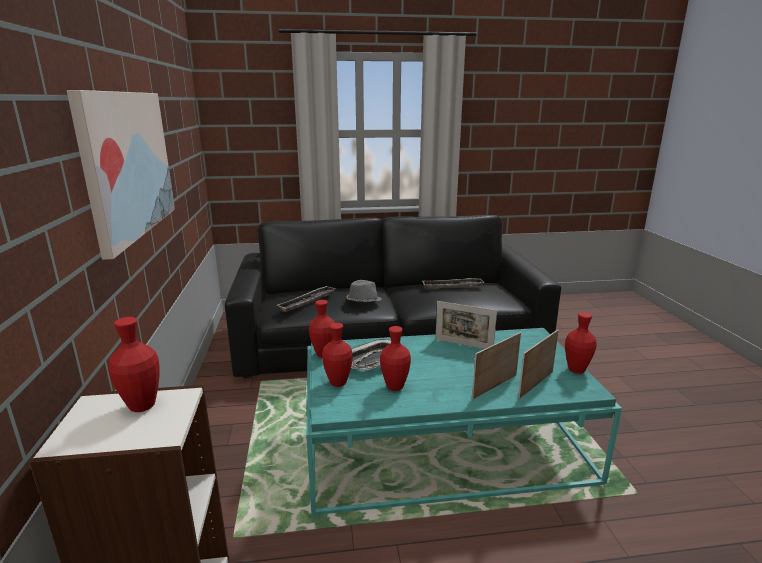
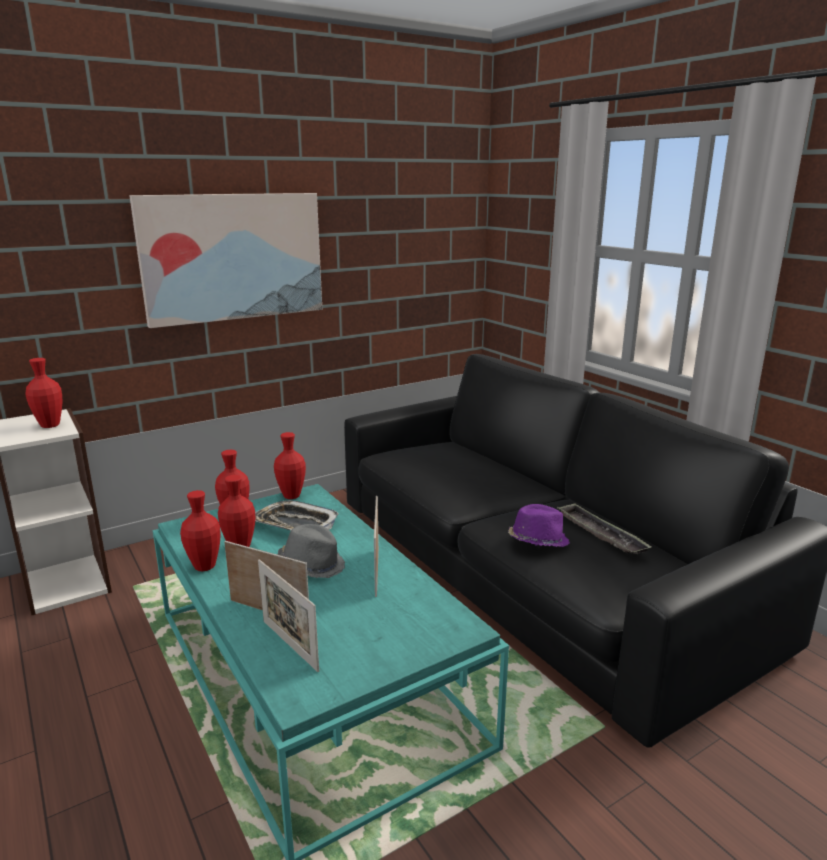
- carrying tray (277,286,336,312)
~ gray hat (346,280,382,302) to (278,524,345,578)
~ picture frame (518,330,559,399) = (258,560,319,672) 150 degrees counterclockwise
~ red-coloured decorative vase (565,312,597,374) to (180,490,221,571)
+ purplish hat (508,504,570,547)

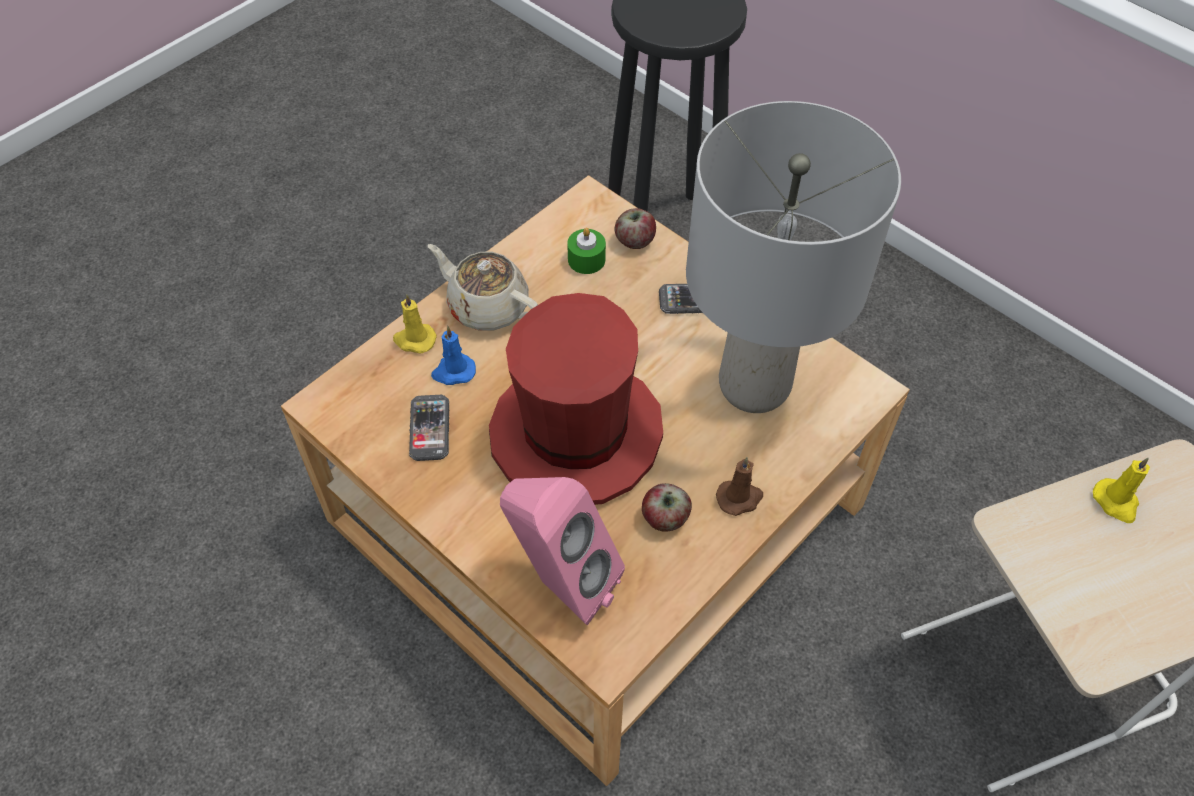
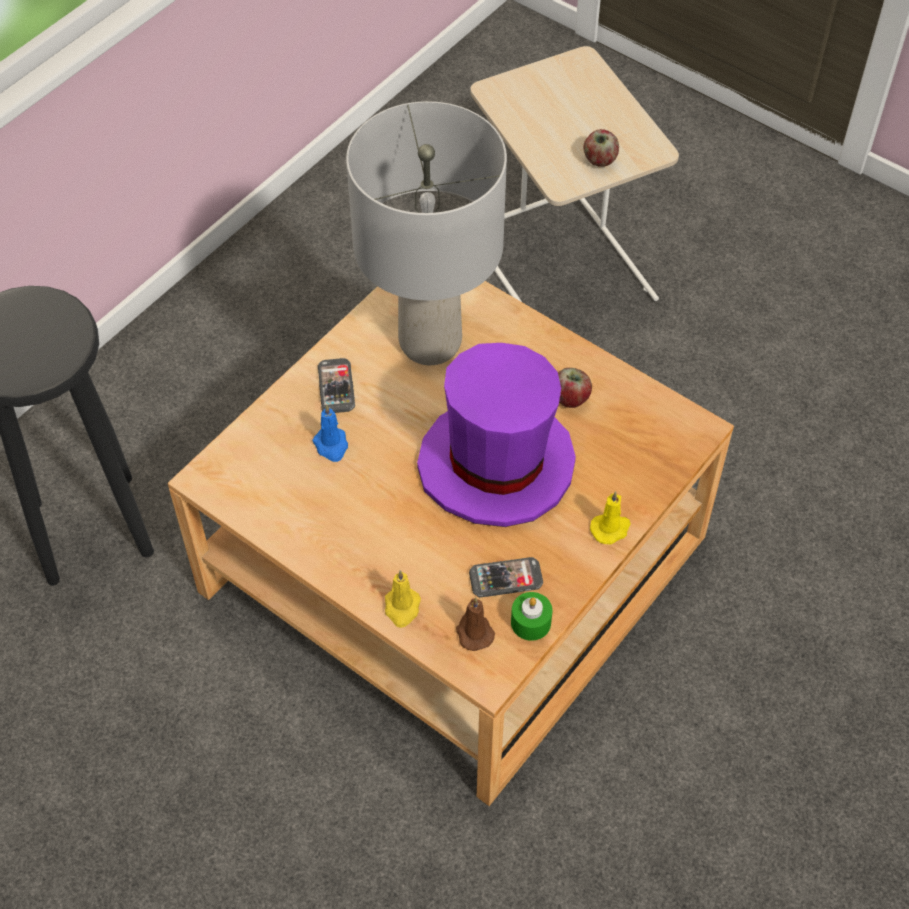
- sand-coloured tea pot (428,244,538,331)
~ bluish candle (431,326,476,385) to (313,405,348,462)
~ red-coloured hat (489,293,663,505) to purplish hat (417,343,576,527)
- pinkish audio speaker (500,477,625,625)
~ green candle (567,228,606,274) to (511,592,552,641)
~ apple (615,208,656,249) to (584,129,619,167)
~ brown-coloured candle (716,457,763,516) to (456,598,495,651)
~ yellow-coloured candle (1093,457,1150,523) to (590,491,631,545)

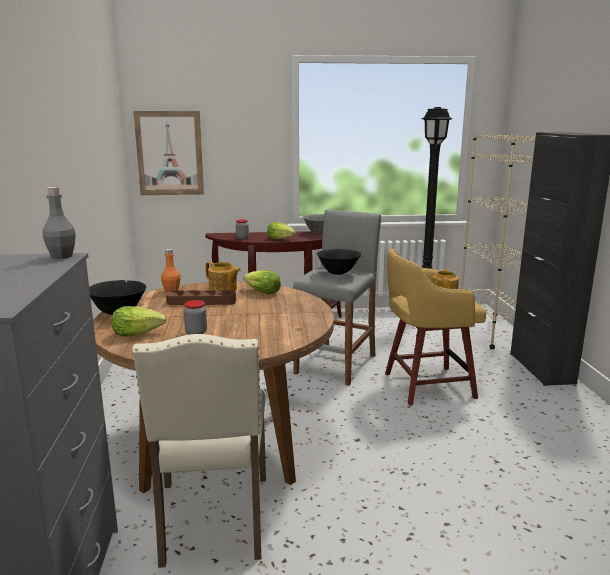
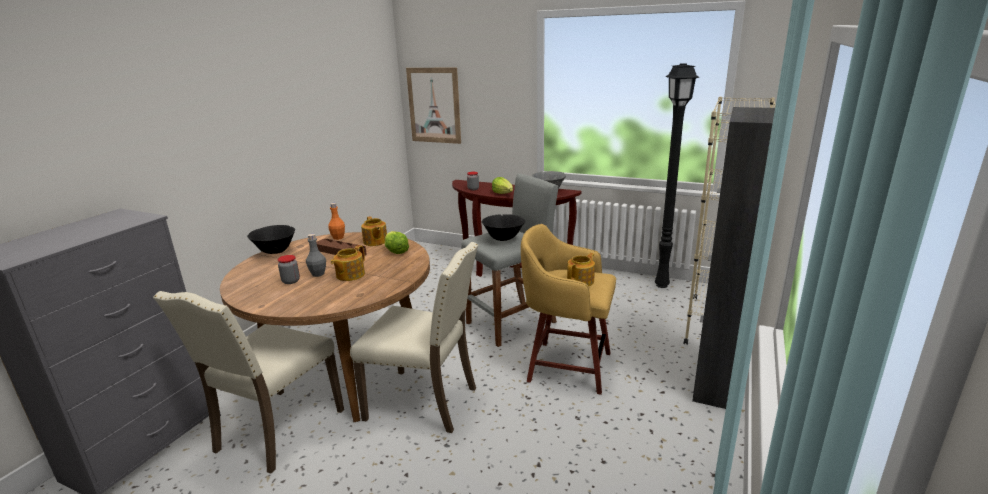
~ gray bottle (42,187,76,259) to (306,234,326,277)
- lettuce head (112,306,167,337)
+ tea pot (330,245,365,281)
+ sand-coloured upright chair (350,242,478,433)

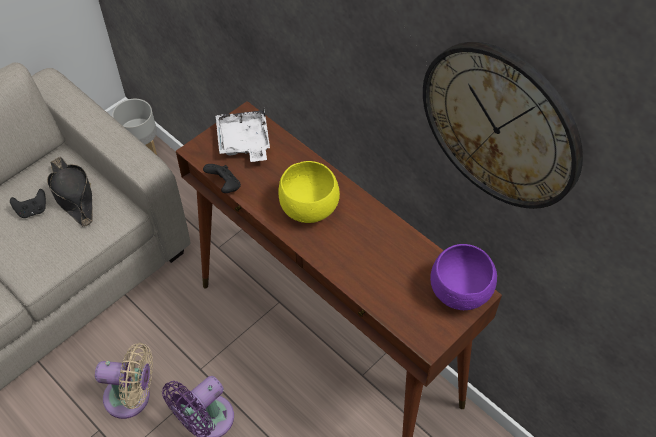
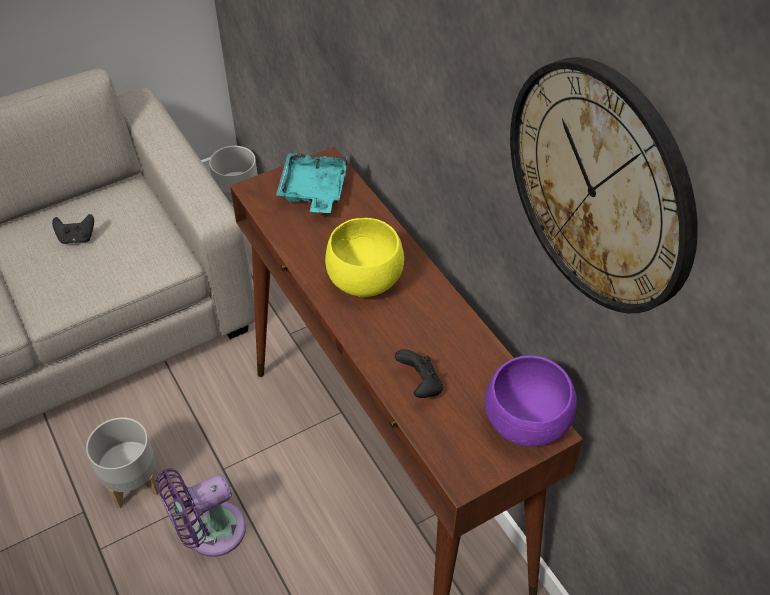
- black-coloured hat (47,157,93,227)
~ sand-coloured fan (95,343,153,419) to gray planter (86,417,159,509)
~ black-coloured gamepad (203,164,241,193) to (395,349,443,398)
~ whitish carrying tray (216,109,270,162) to turquoise carrying tray (276,153,348,213)

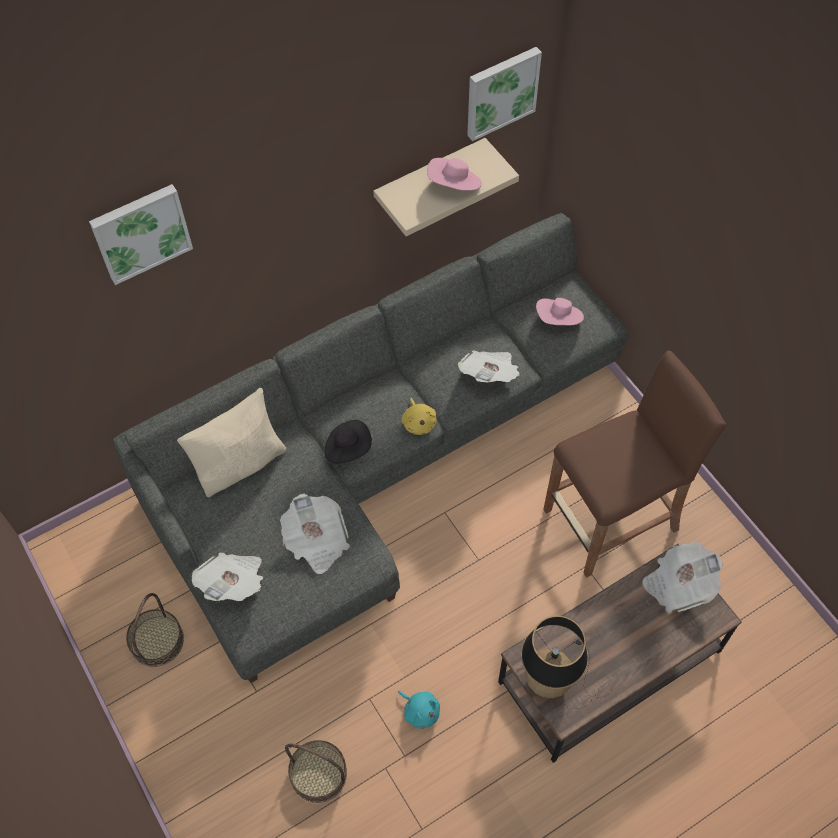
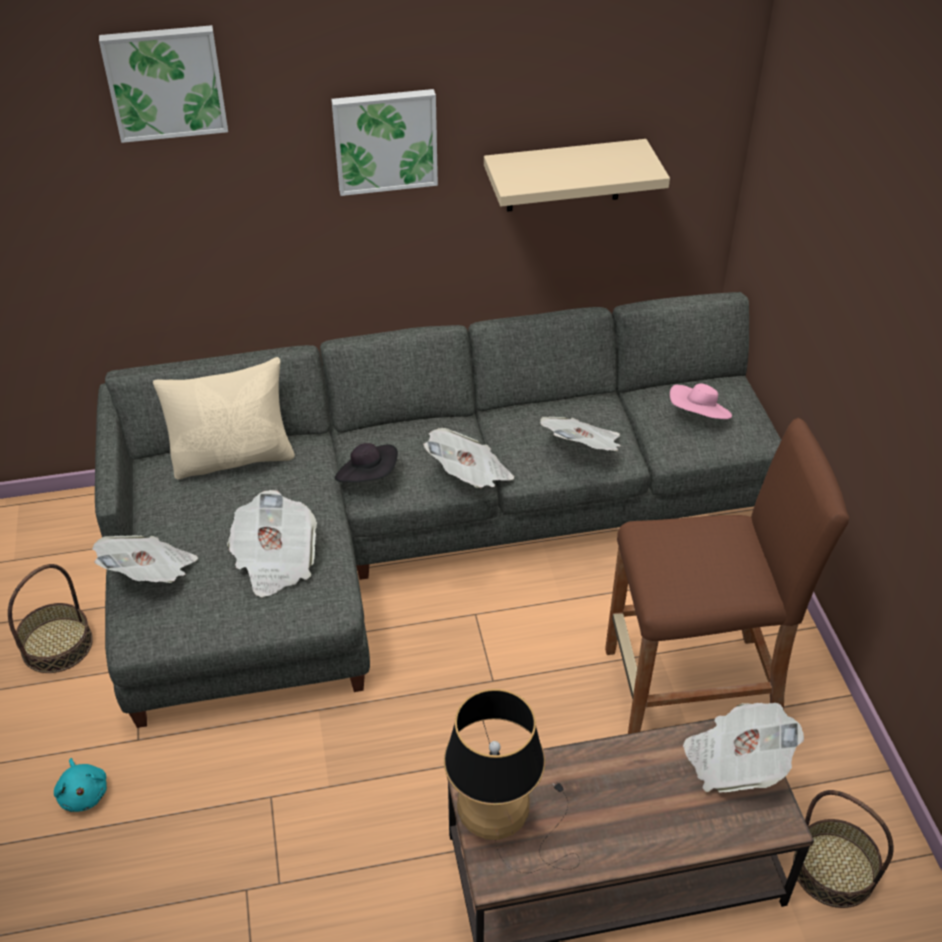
~ household basket (285,740,347,803) to (793,790,894,908)
~ turquoise cuddly toy (398,691,440,729) to (54,758,107,812)
~ yellow-coloured cuddly toy (401,398,437,435) to newspaper (423,428,514,488)
- pinkish hat (427,158,482,191)
~ picture (467,47,542,141) to (331,89,438,196)

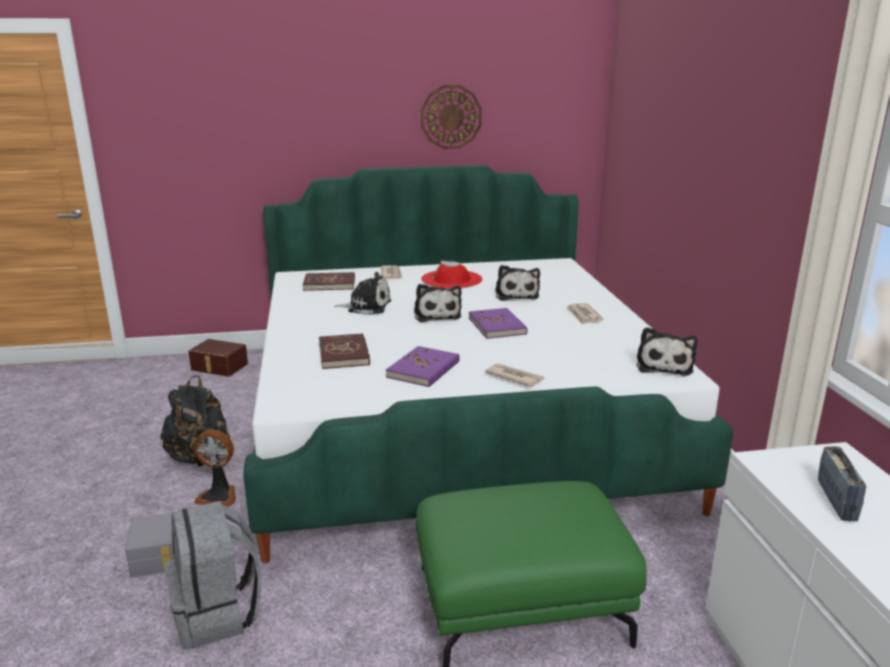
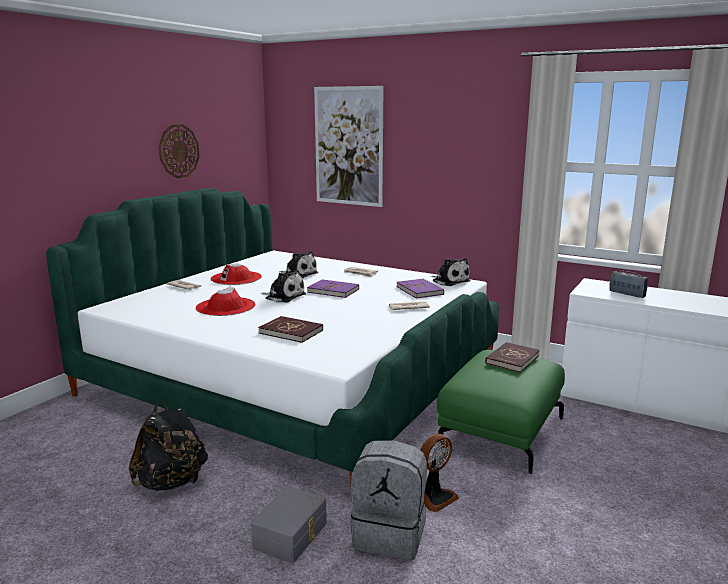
- brown-coloured storage bin (188,339,248,377)
~ fan (194,430,236,507) to (420,434,459,512)
~ red-coloured bound book (303,272,355,291) to (485,342,540,373)
~ cuddly toy (334,272,391,315) to red-coloured hat (196,287,255,316)
~ purplish bound book (386,346,460,387) to (396,279,444,299)
+ picture (314,86,383,207)

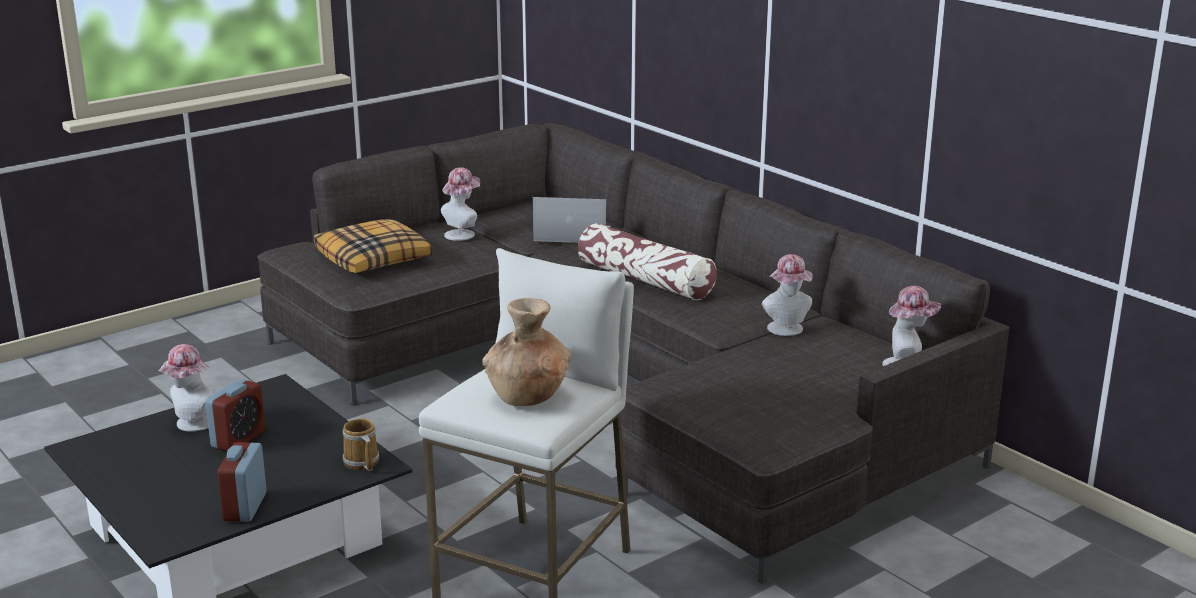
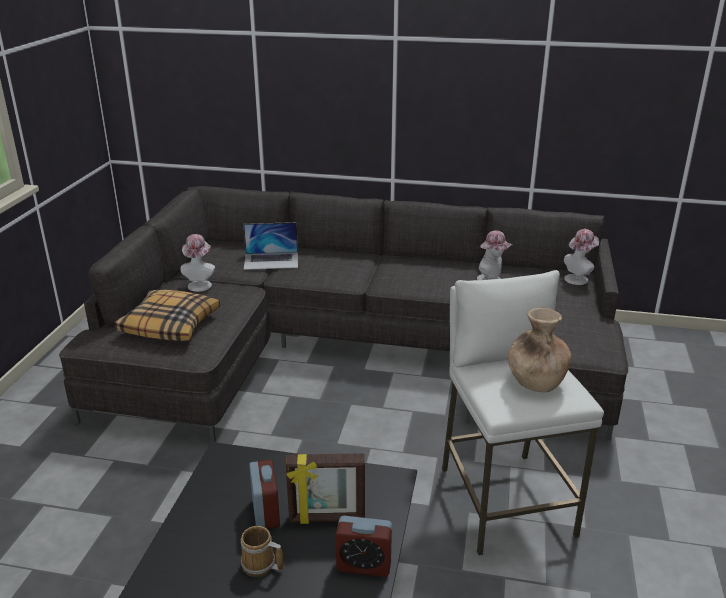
- hat (158,344,213,432)
~ table clock (218,442,267,522) = (335,516,393,577) 45 degrees counterclockwise
~ mug (343,419,379,471) to (241,526,283,577)
~ portable computer (532,197,610,243) = (243,222,298,270) 150 degrees counterclockwise
- throw pillow (578,223,717,300)
+ picture frame (286,453,365,524)

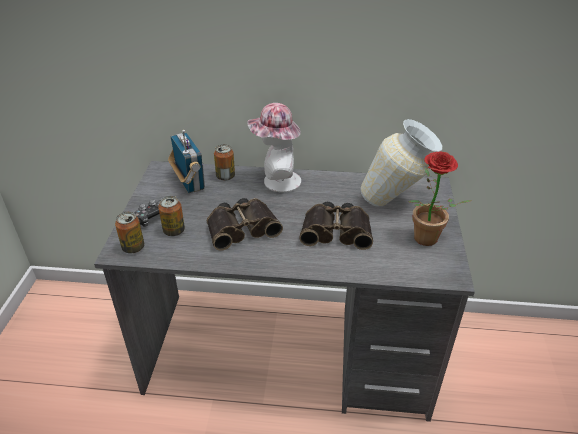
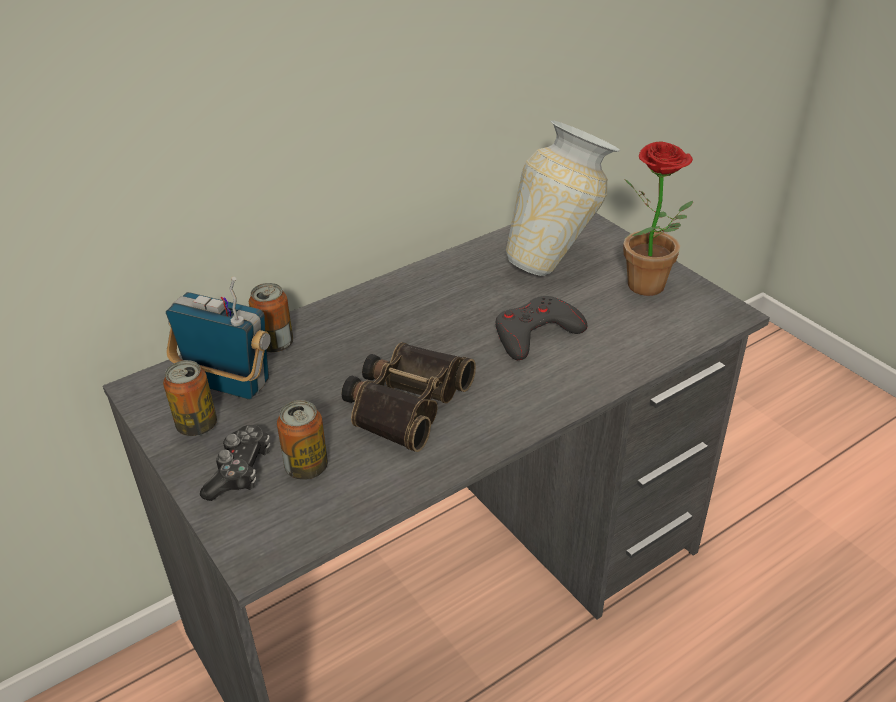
~ metal can (115,212,144,253) to (163,360,217,436)
- hat (247,103,301,193)
~ binoculars (300,202,373,250) to gray gamepad (495,296,587,360)

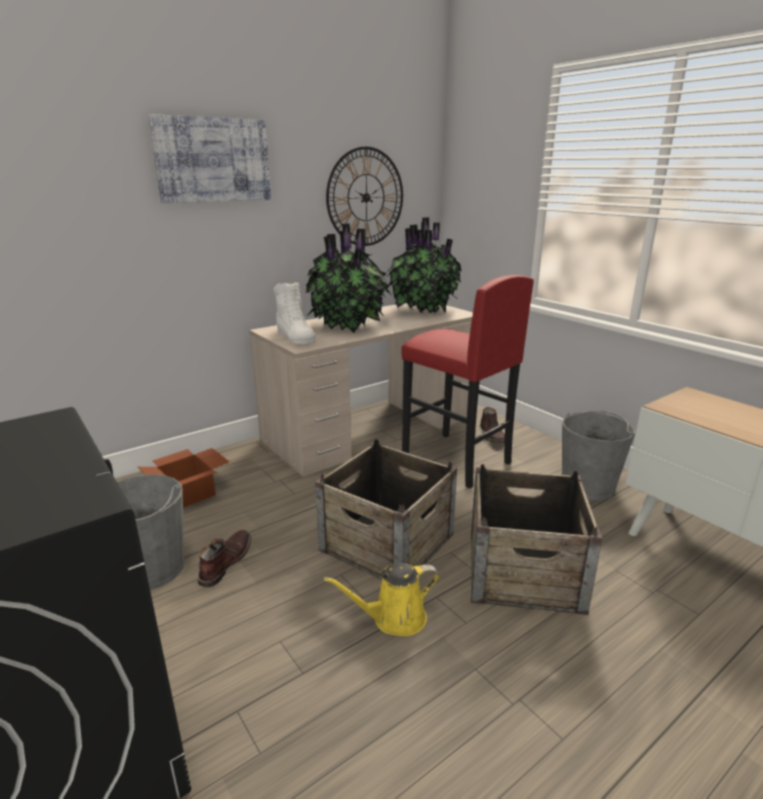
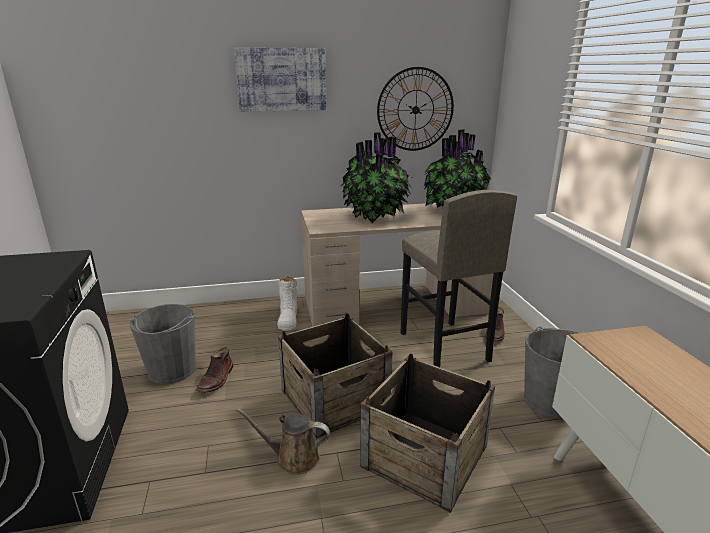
- carton (138,448,229,508)
~ brown-coloured boot (198,530,251,588) = (196,347,233,393) 150 degrees clockwise
~ whitish boot (274,282,316,345) to (277,276,298,331)
~ yellow-coloured sprinkling can (324,563,440,636) to brown-coloured sprinkling can (235,408,330,475)
~ red-coloured stool (401,275,534,489) to gray stool (400,190,517,367)

